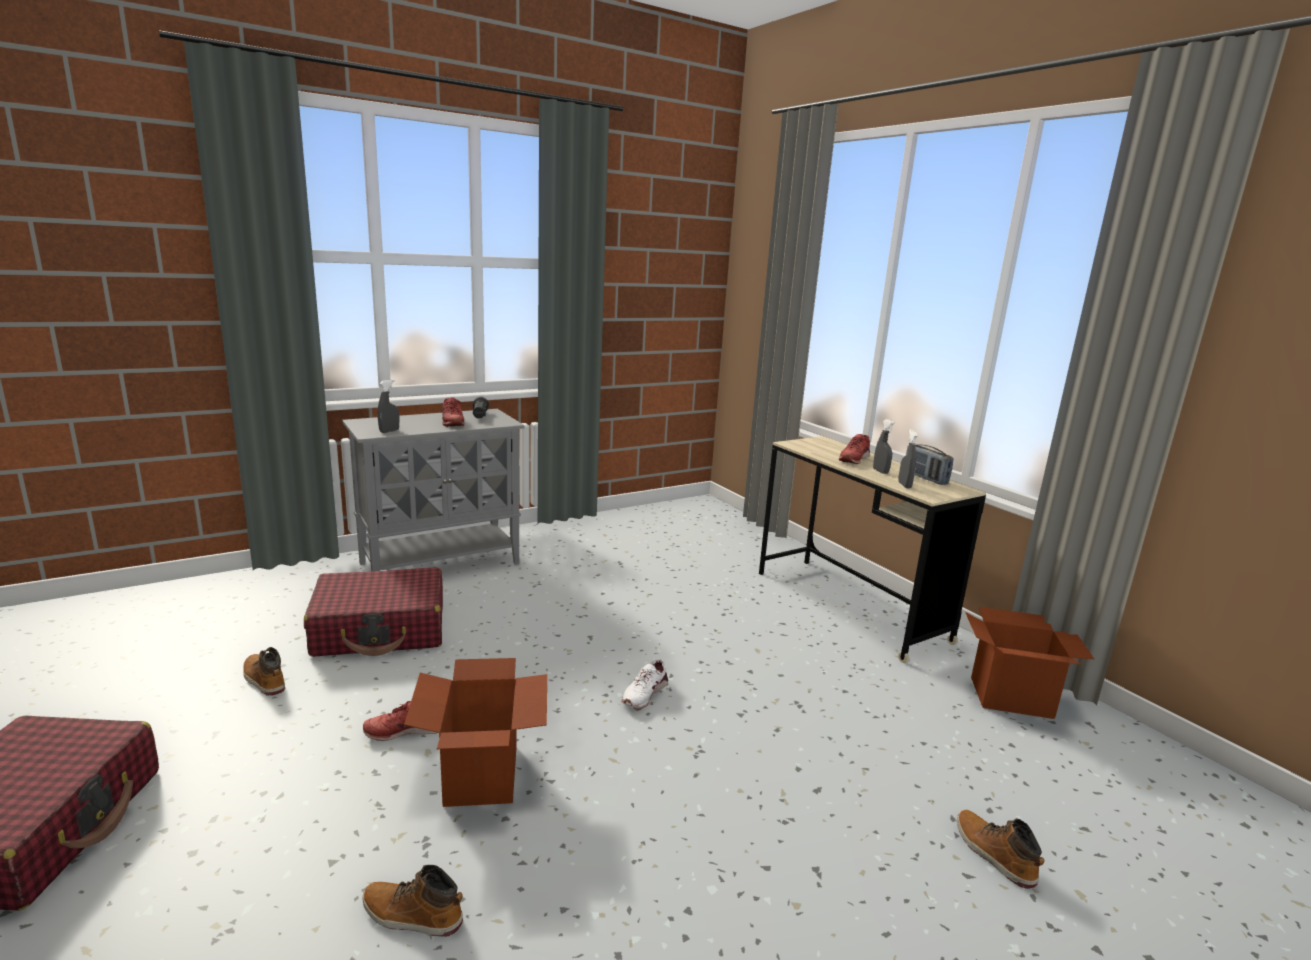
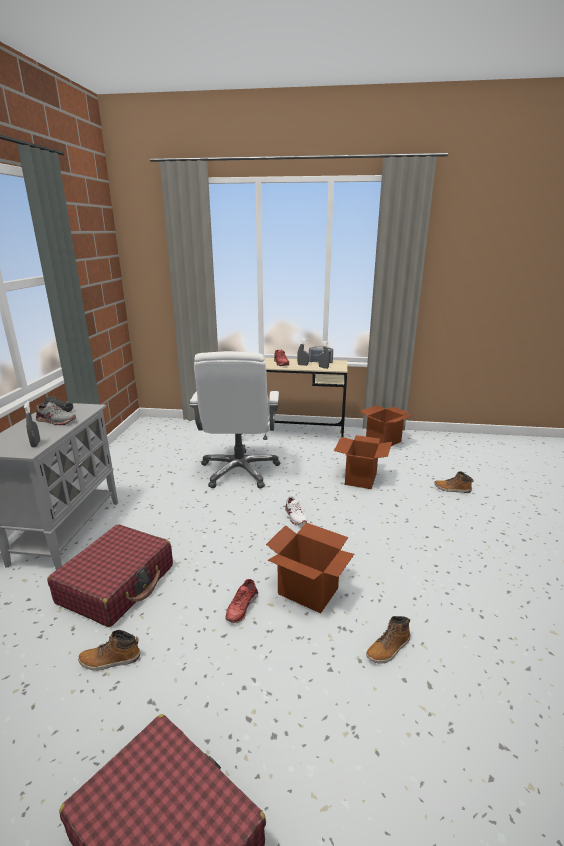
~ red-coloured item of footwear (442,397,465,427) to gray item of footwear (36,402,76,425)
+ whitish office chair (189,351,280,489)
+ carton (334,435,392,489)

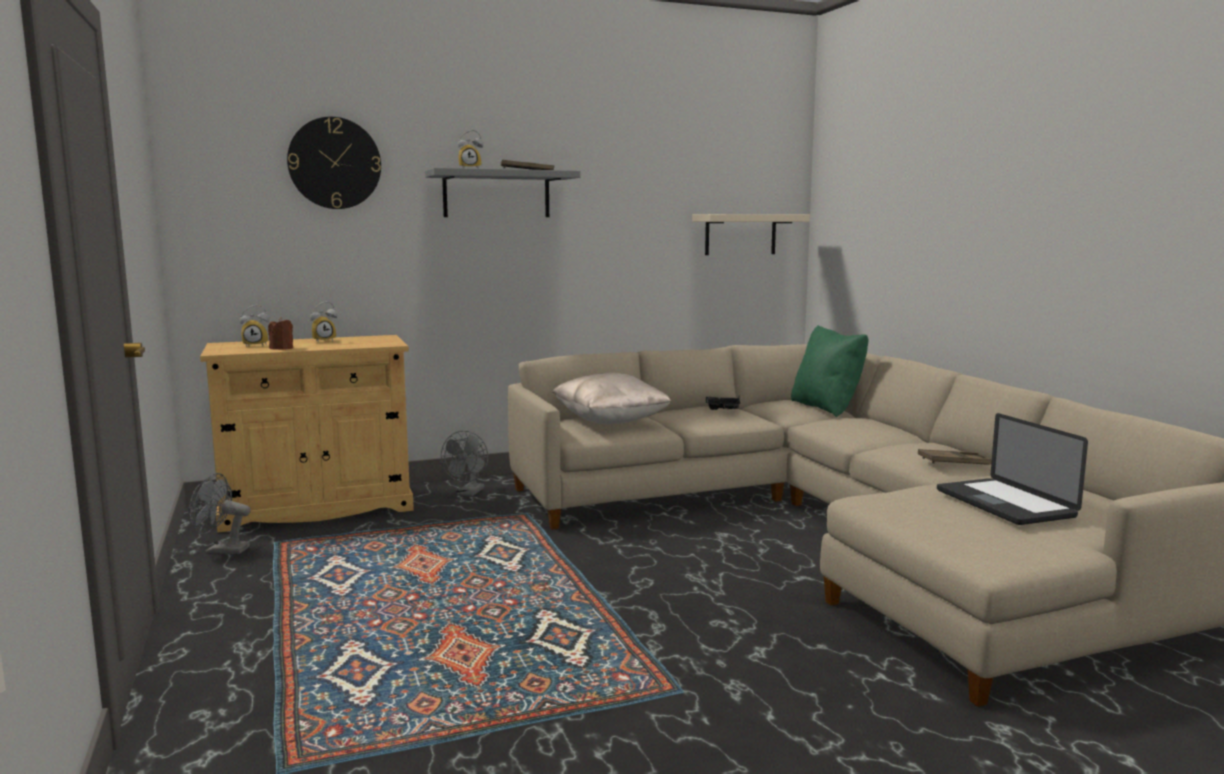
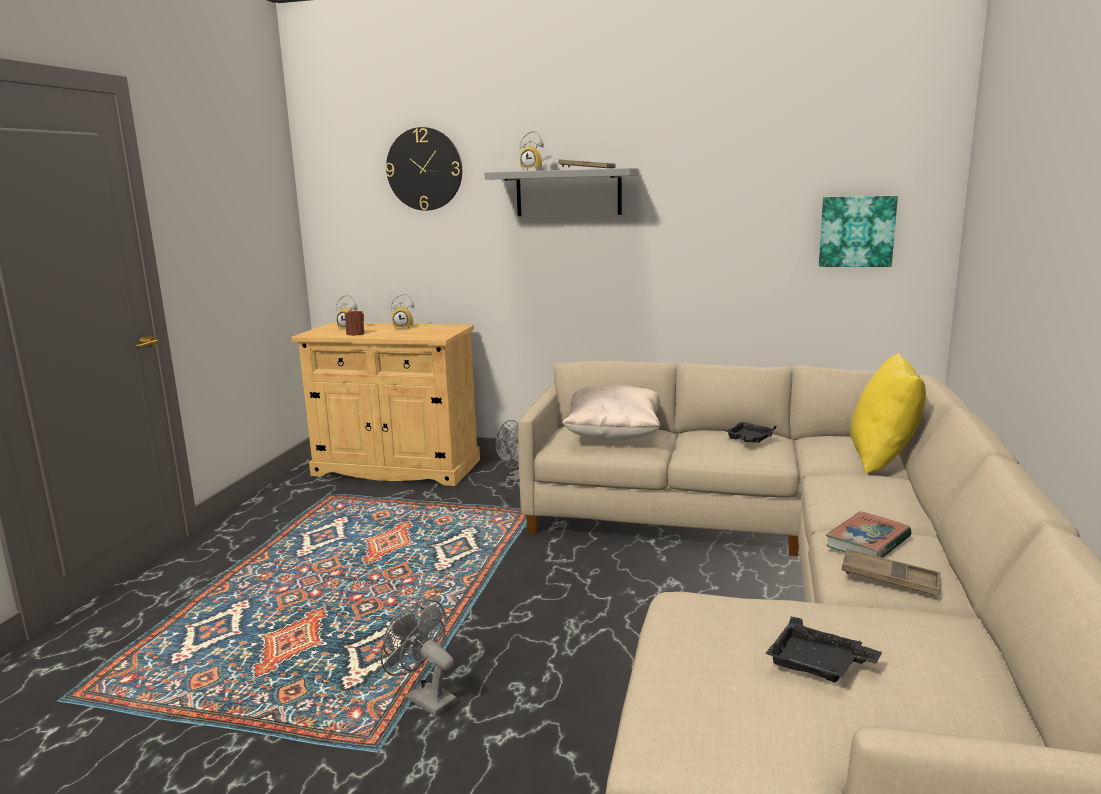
~ gray fan (189,473,251,554) to (380,600,457,717)
~ sand-coloured shelf (692,214,810,255) to picture (819,196,898,267)
~ green throw pillow (791,325,868,417) to yellow-coloured throw pillow (850,353,926,474)
~ portable computer (937,413,1088,525) to black-coloured carrying tray (765,616,882,682)
+ bound book (826,511,912,558)

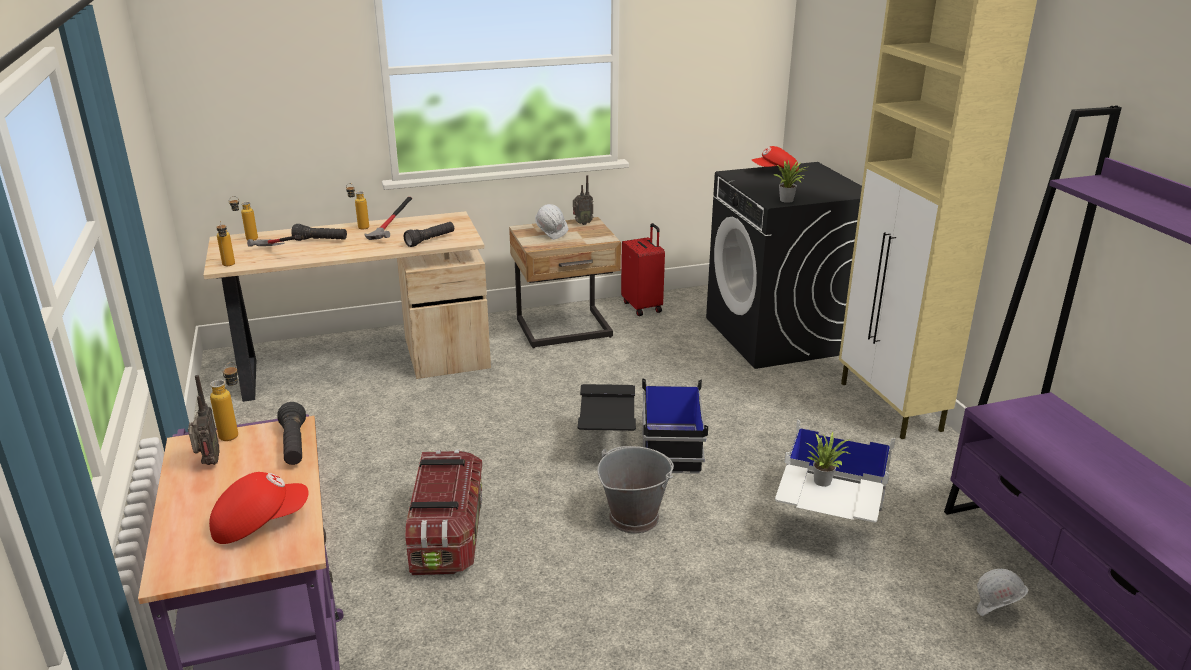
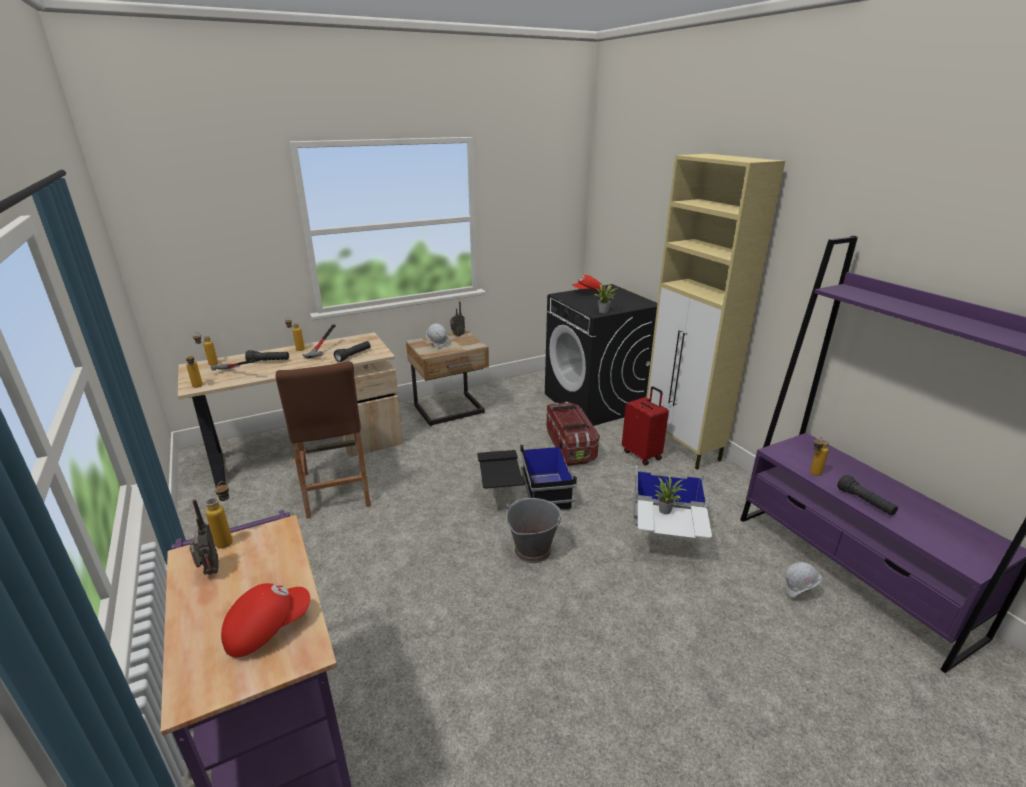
~ black-coloured hand torch (278,402,306,465) to (837,475,898,516)
~ storage bin (405,450,482,575) to (547,402,600,466)
~ red-coloured piece of luggage (621,223,665,316) to (622,386,669,465)
+ brown-coloured stool (276,361,371,519)
+ bottle (810,437,829,476)

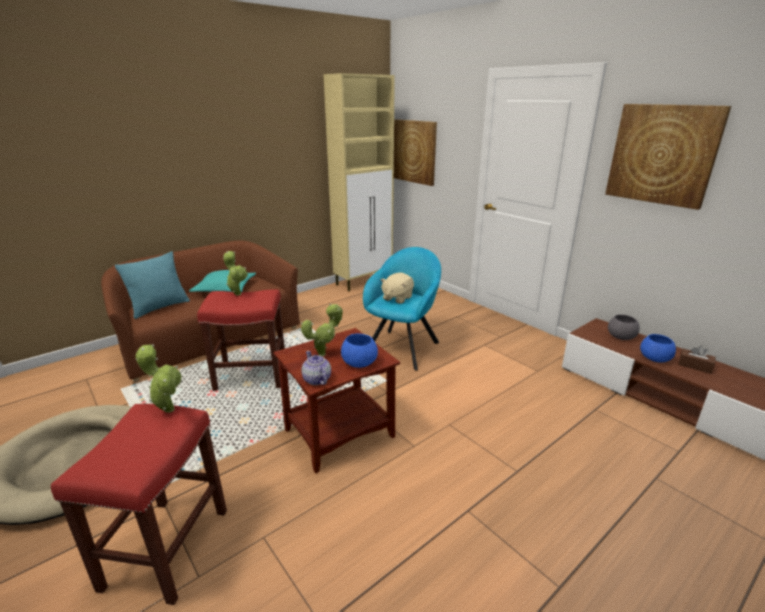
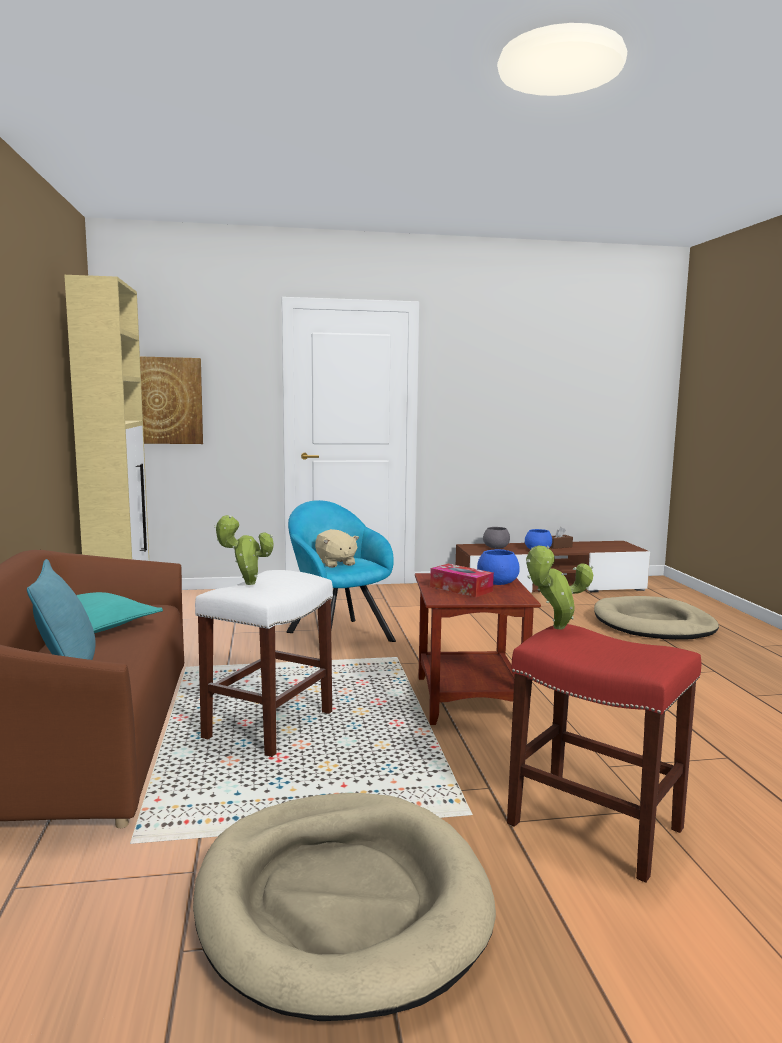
~ red-coloured stool (197,289,285,391) to whitish stool (195,570,333,757)
~ plant in a pot (301,303,343,356) to tissue box (430,564,494,597)
- tea pot (301,351,331,385)
- picture (605,104,731,210)
+ sand-coloured dog cushion (594,596,719,640)

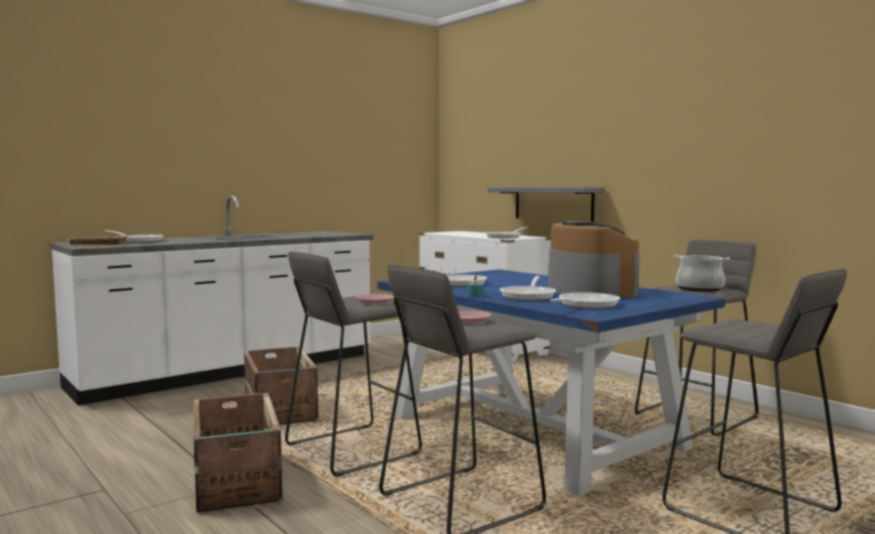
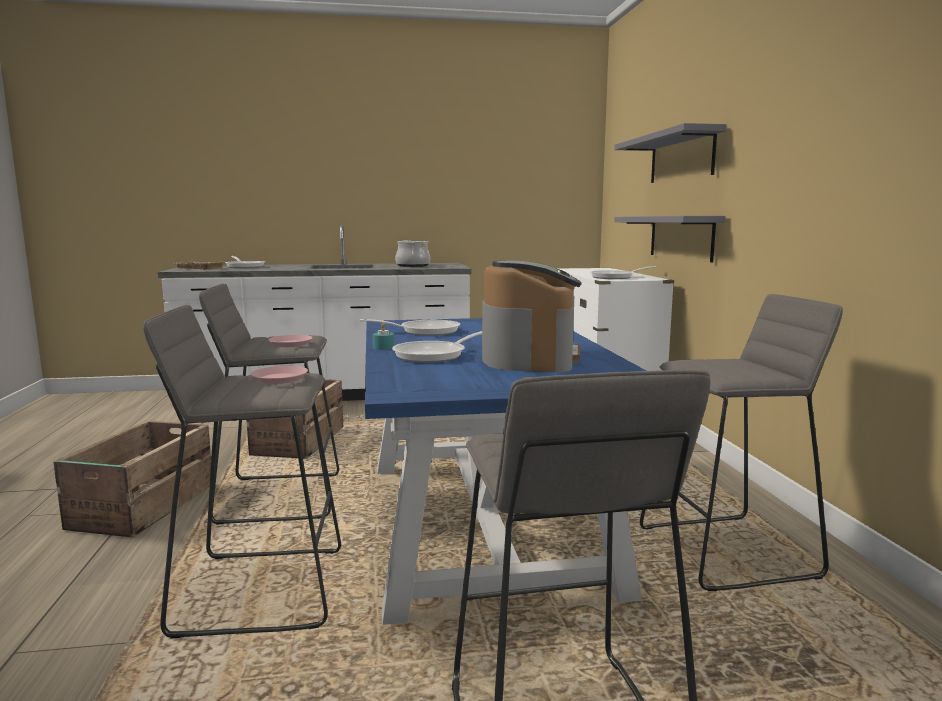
- pan (550,292,620,309)
~ stockpot (674,255,730,292) to (395,240,430,267)
+ gray shelf (614,123,727,183)

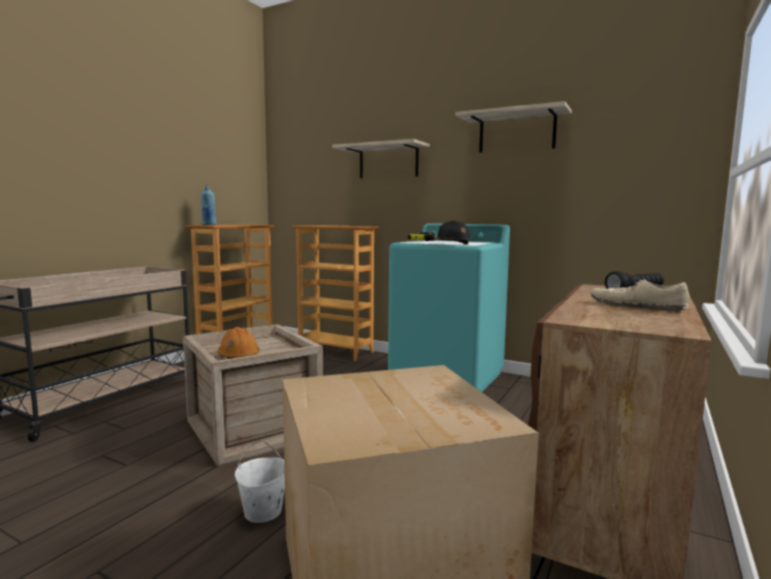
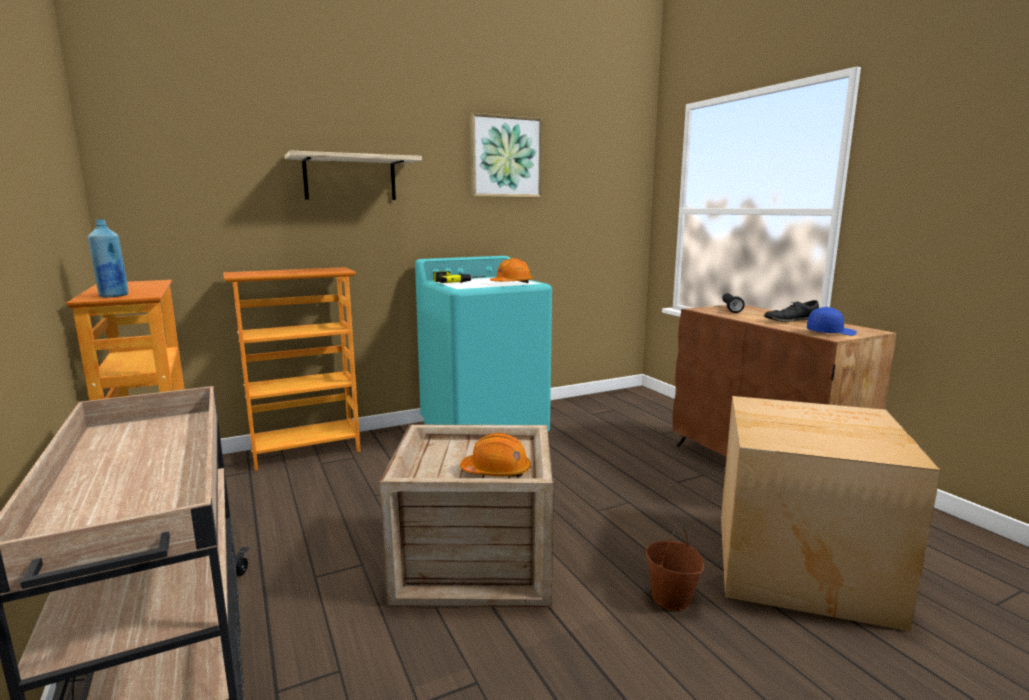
~ whitish water bucket (235,440,285,523) to brown-coloured water bucket (646,526,704,611)
~ black-coloured hard hat (431,220,472,245) to orange-coloured hard hat (490,258,533,284)
~ shelf (455,101,572,153) to picture (470,113,543,198)
~ sand-coloured item of footwear (590,280,690,311) to black-coloured item of footwear (764,300,819,322)
+ bluish peaked cap (807,307,857,336)

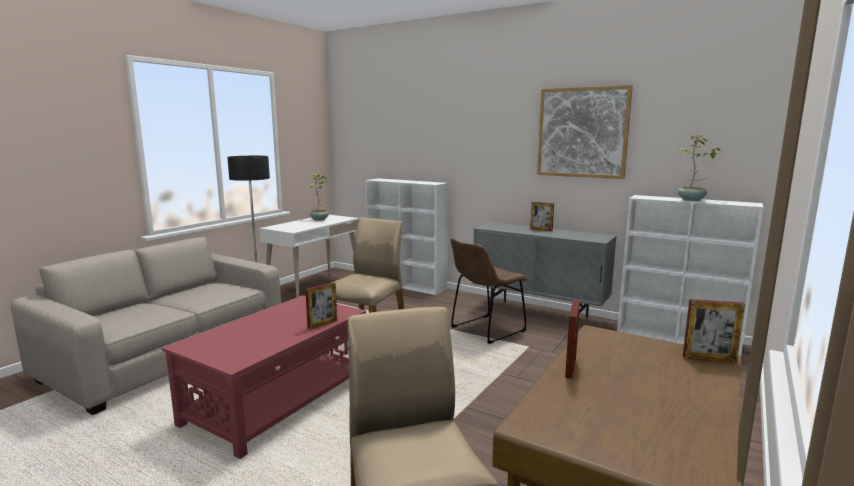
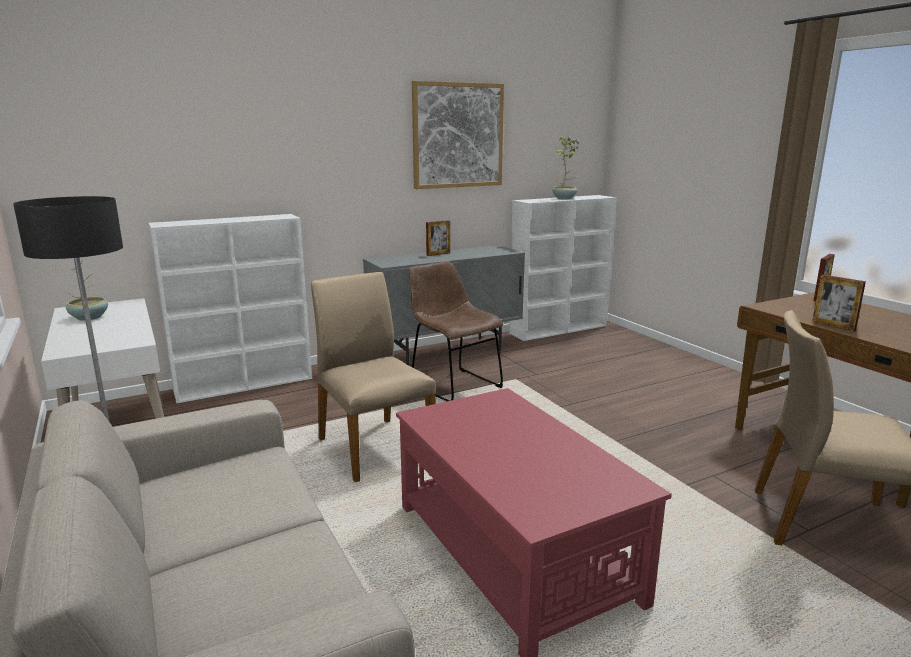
- picture frame (305,282,337,329)
~ brown-coloured upright chair (451,238,528,344) = (409,261,503,402) 150 degrees clockwise

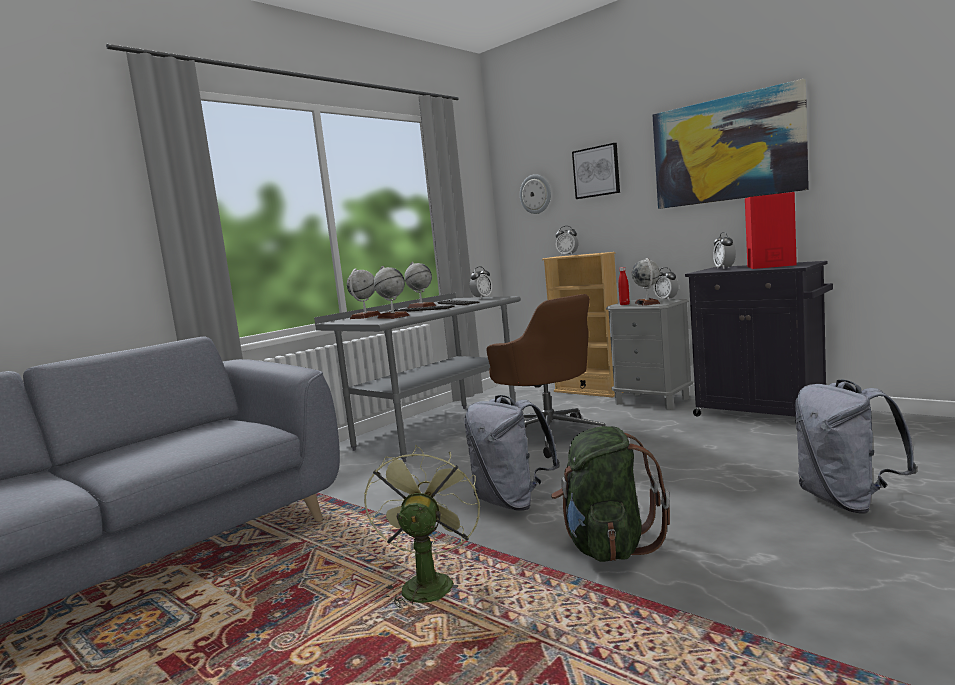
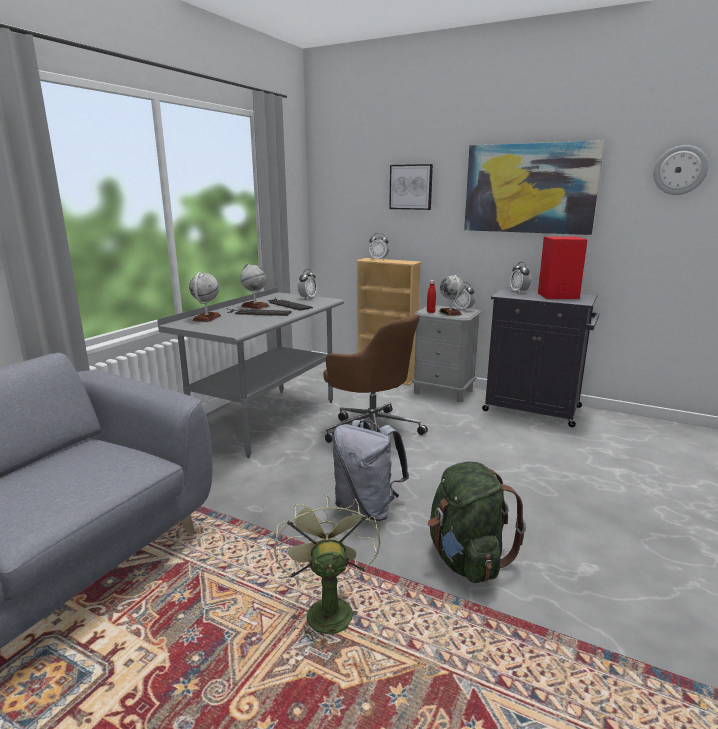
- globe (373,266,410,319)
~ wall clock (520,174,551,214) to (654,145,708,195)
- gray rucksack (795,380,917,513)

